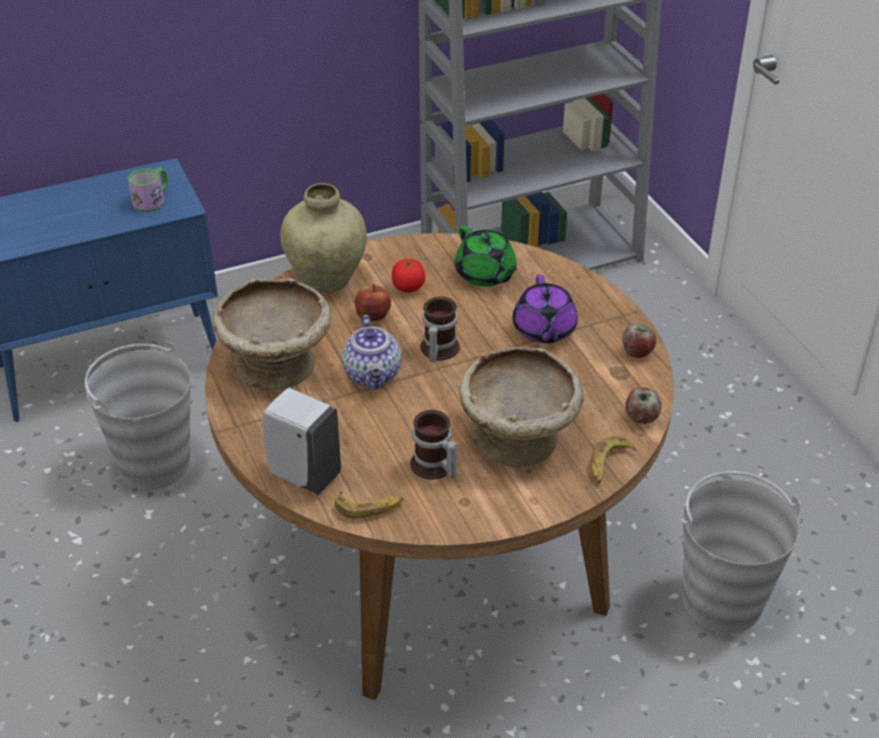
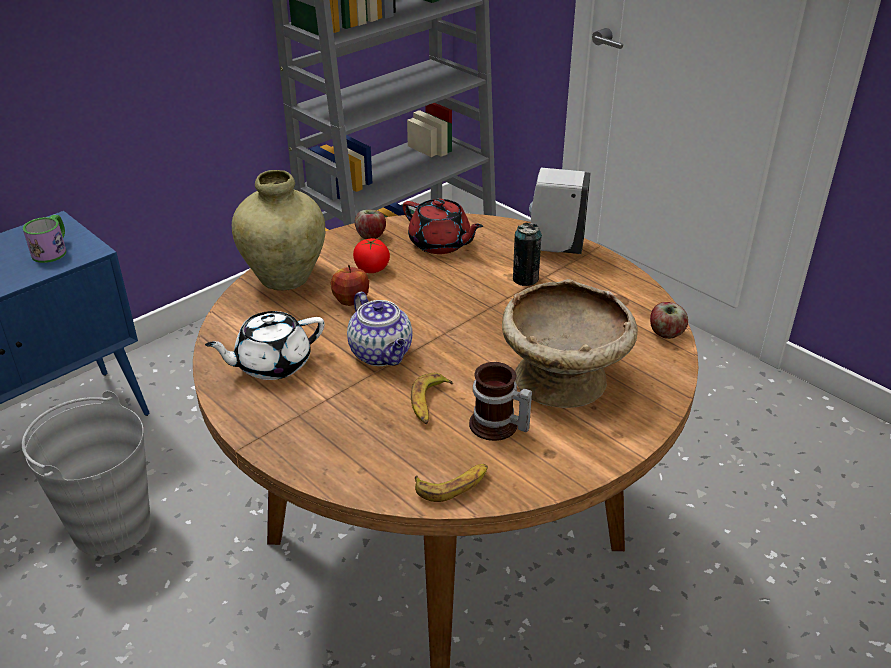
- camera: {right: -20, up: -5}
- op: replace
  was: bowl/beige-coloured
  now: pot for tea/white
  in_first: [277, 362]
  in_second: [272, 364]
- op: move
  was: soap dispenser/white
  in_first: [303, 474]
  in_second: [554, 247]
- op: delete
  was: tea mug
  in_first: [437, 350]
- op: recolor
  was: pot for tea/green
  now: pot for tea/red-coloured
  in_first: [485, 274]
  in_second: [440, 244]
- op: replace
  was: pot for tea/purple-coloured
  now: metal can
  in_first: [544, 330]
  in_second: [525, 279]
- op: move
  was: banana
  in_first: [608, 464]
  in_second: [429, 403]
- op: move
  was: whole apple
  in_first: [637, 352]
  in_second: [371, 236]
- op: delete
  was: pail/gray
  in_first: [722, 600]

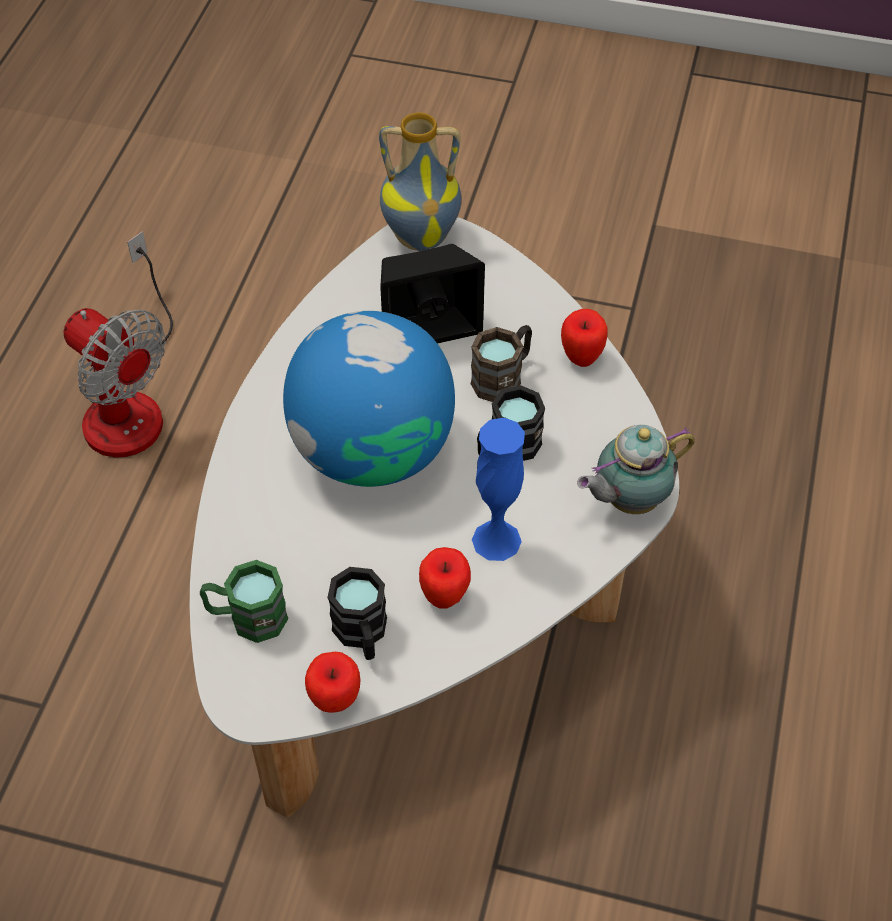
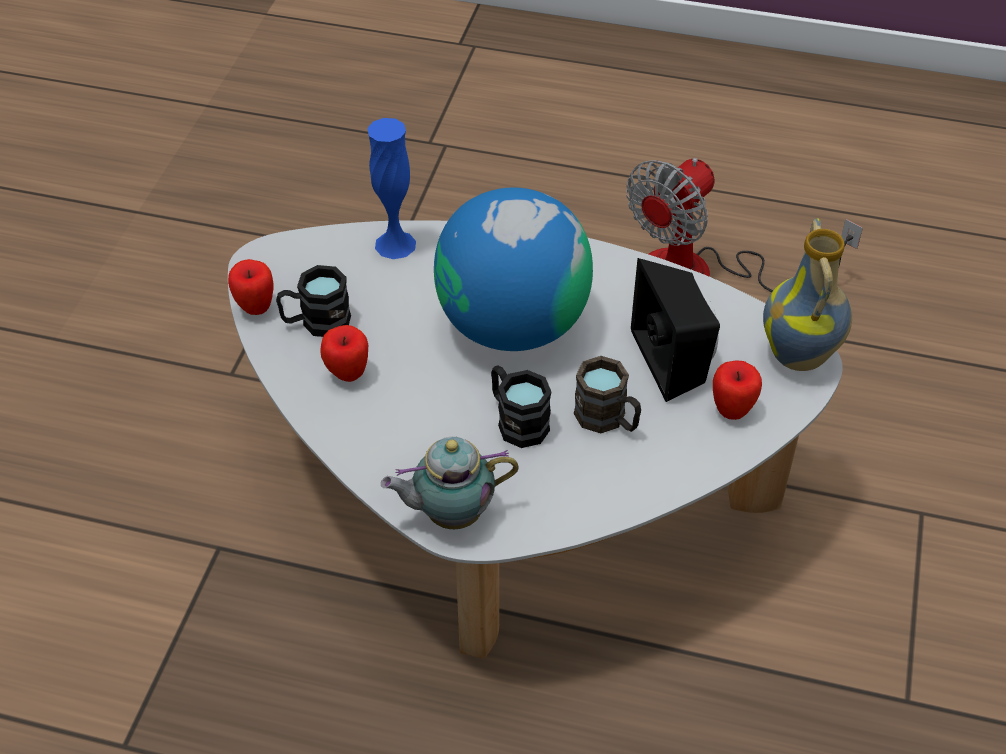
- camera: {right: 90, up: -5}
- op: delete
  was: tea mug/green
  in_first: [247, 617]
- op: move
  was: flower vase/blue
  in_first: [496, 540]
  in_second: [395, 244]
- op: move
  was: whole apple
  in_first: [581, 358]
  in_second: [732, 410]
- op: rotate
  was: pot for tea
  in_first: [628, 500]
  in_second: [450, 514]
  clockwise: -75

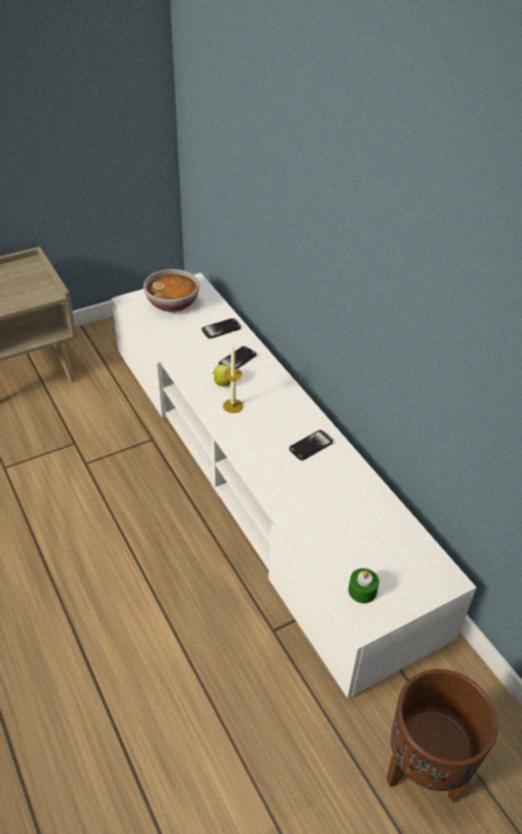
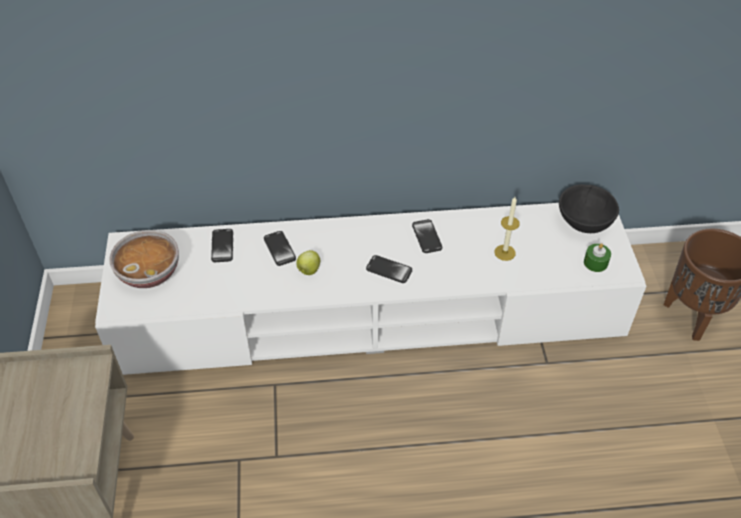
- camera: {right: -65, up: 5}
- op: move
  was: candle
  in_first: [233, 406]
  in_second: [504, 252]
- op: insert
  now: handset
  in_second: [389, 270]
- op: insert
  now: bowl/black-coloured
  in_second: [583, 223]

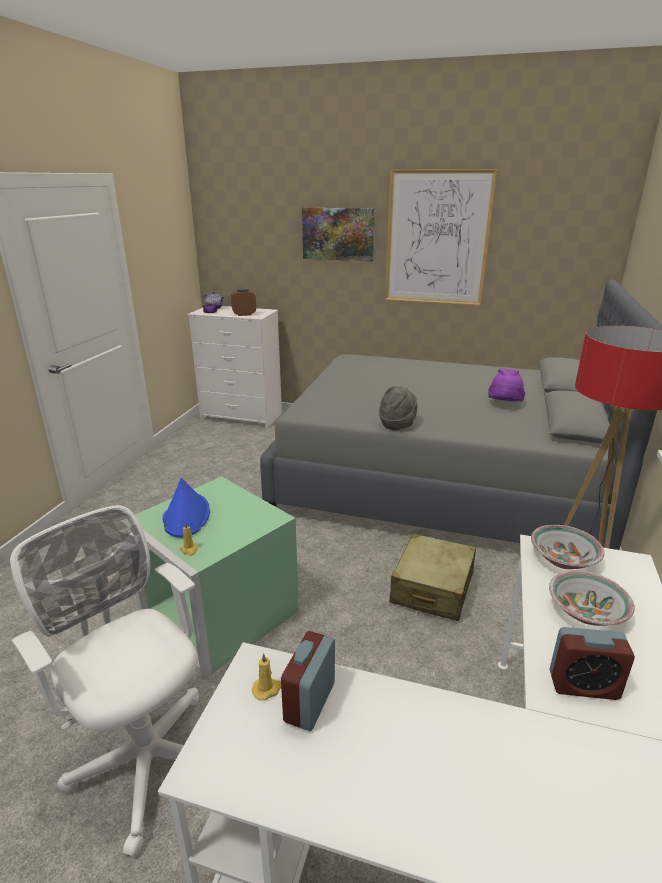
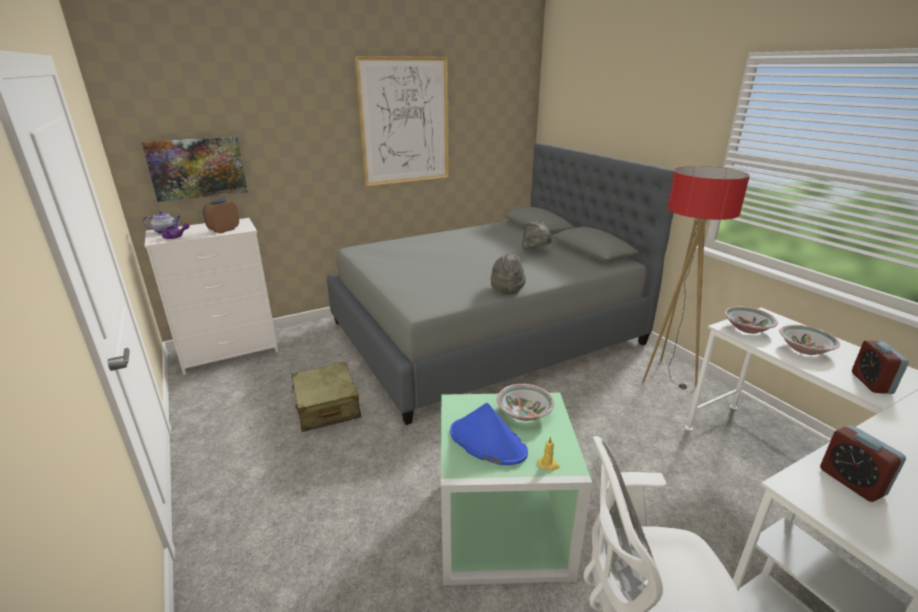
- camera: {right: -45, up: 0}
- op: delete
  was: candle/yellow-coloured
  in_first: [267, 689]
- op: move
  was: wall picture
  in_first: [338, 234]
  in_second: [197, 168]
- op: move
  was: travel case/beige-coloured
  in_first: [432, 588]
  in_second: [327, 407]
- op: recolor
  was: clothing hat/purple-coloured
  now: clothing hat/gray
  in_first: [504, 405]
  in_second: [536, 251]
- op: rotate
  was: table clock
  in_first: [583, 685]
  in_second: [871, 383]
  clockwise: 135
- op: insert
  now: bowl
  in_second: [525, 413]

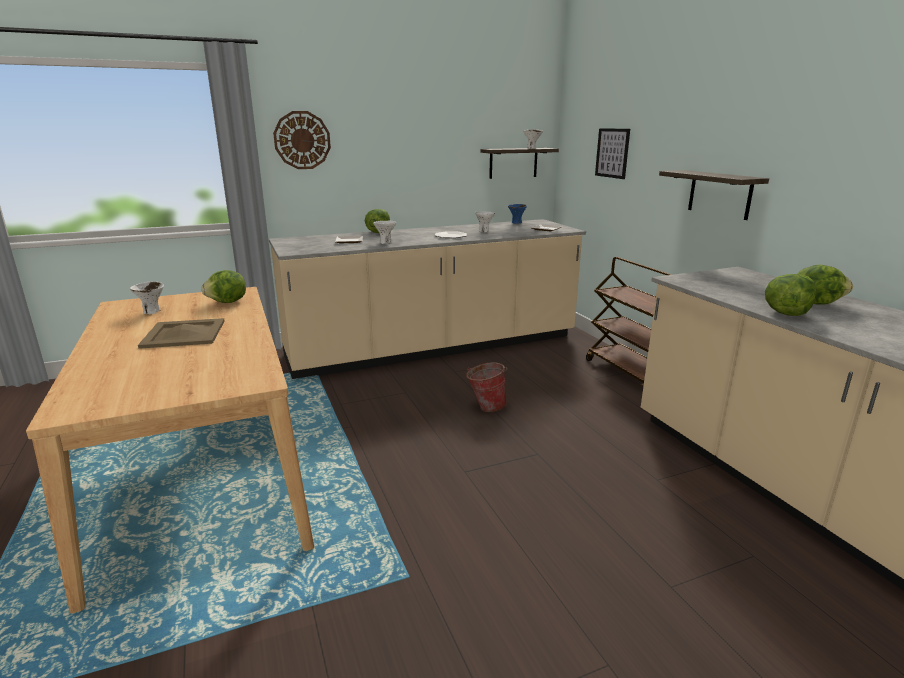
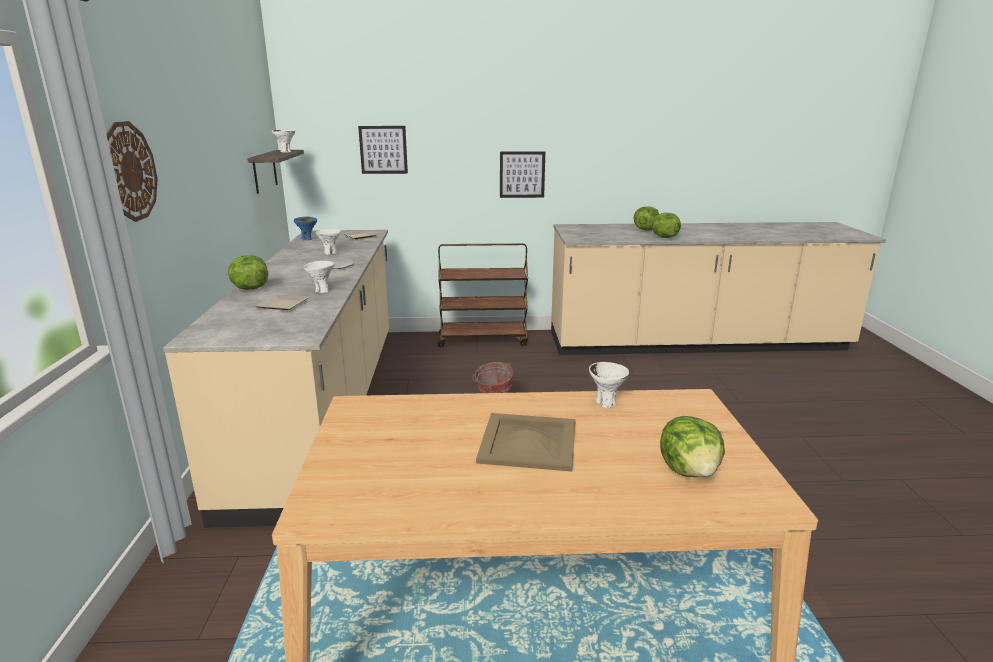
- camera: {right: -70, up: 0}
- op: move
  was: bowl/white
  in_first: [152, 312]
  in_second: [606, 403]
- op: move
  was: lettuce head
  in_first: [228, 302]
  in_second: [690, 471]
- op: replace
  was: shelf
  now: wall picture
  in_first: [719, 194]
  in_second: [522, 174]

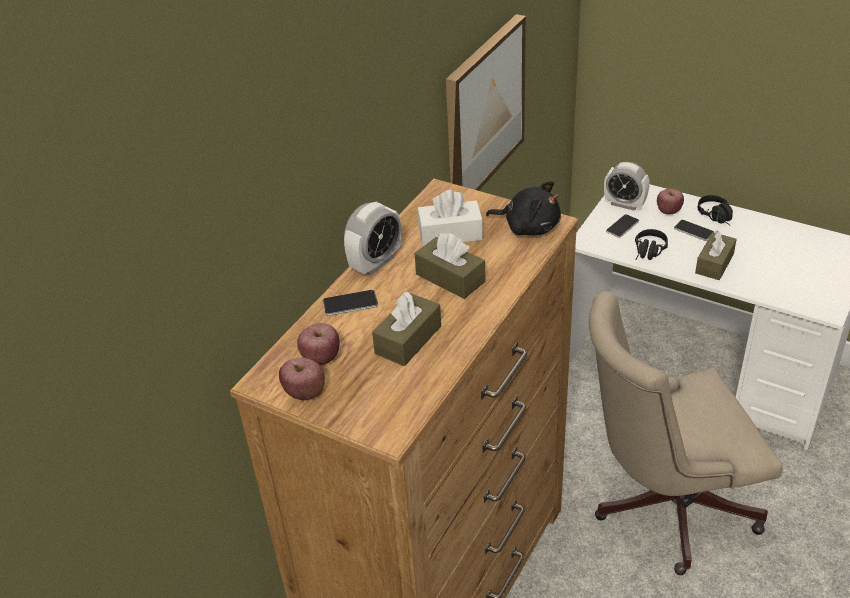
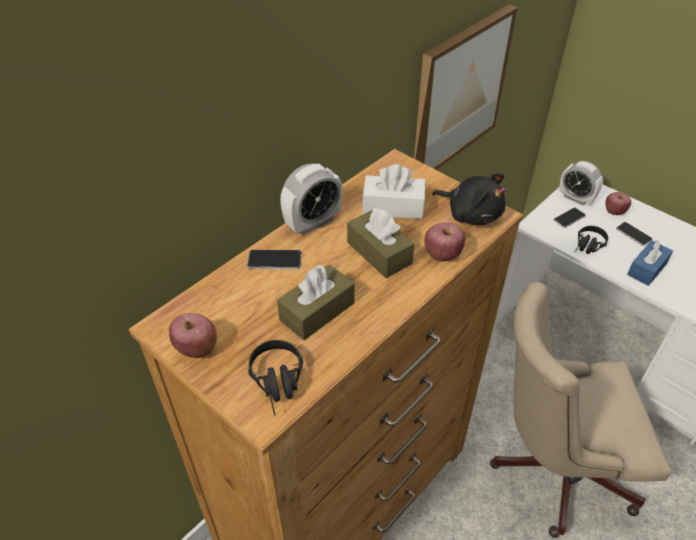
- camera: {right: 10, up: 5}
- op: move
  was: whole apple
  in_first: [321, 358]
  in_second: [442, 254]
- op: recolor
  was: box of tissues/brownish
  now: box of tissues/blue
  in_first: [714, 264]
  in_second: [646, 269]
- op: move
  was: pair of headphones/black-coloured
  in_first: [717, 217]
  in_second: [279, 385]

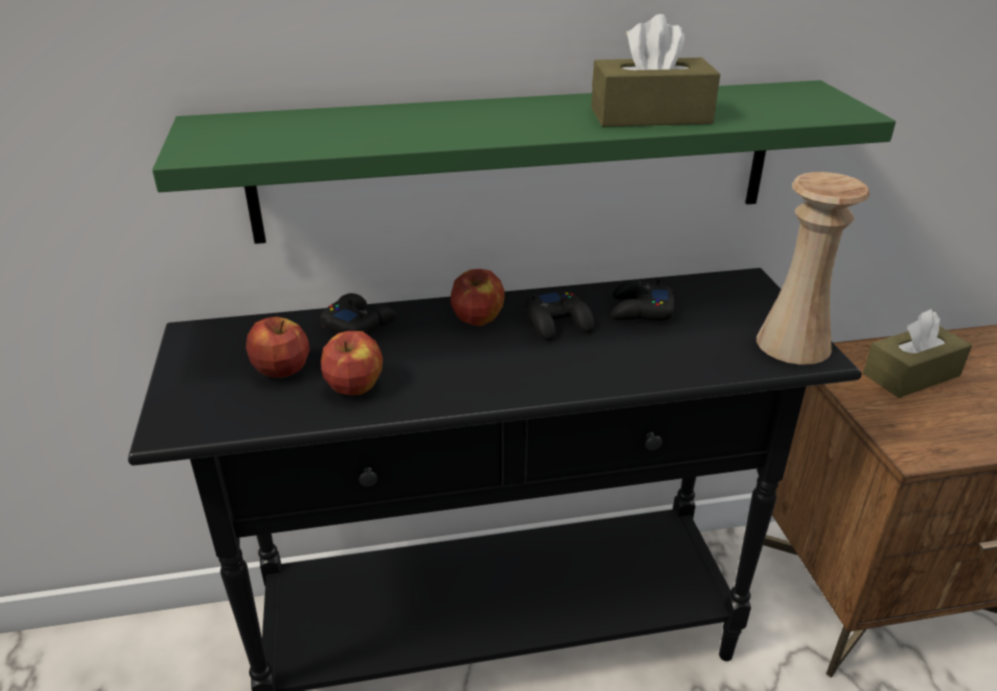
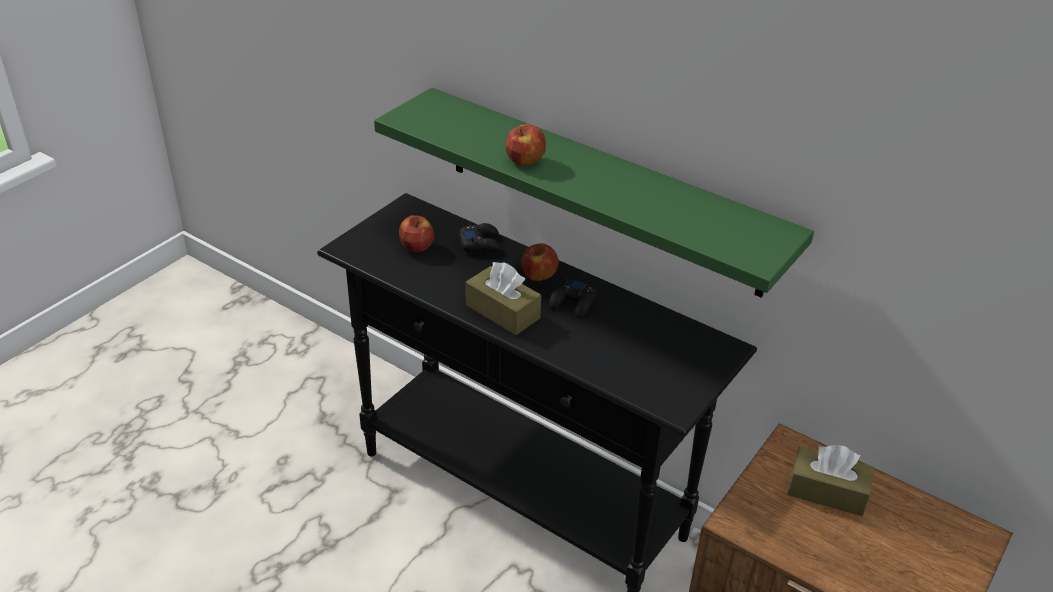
- camera: {right: 45, up: 5}
- op: move
  was: whole apple
  in_first: [356, 386]
  in_second: [525, 161]
- op: move
  was: box of tissues/brownish
  in_first: [650, 116]
  in_second: [502, 311]
- op: delete
  was: game controller/black-coloured
  in_first: [640, 310]
- op: delete
  was: flower vase/beige-coloured
  in_first: [793, 344]

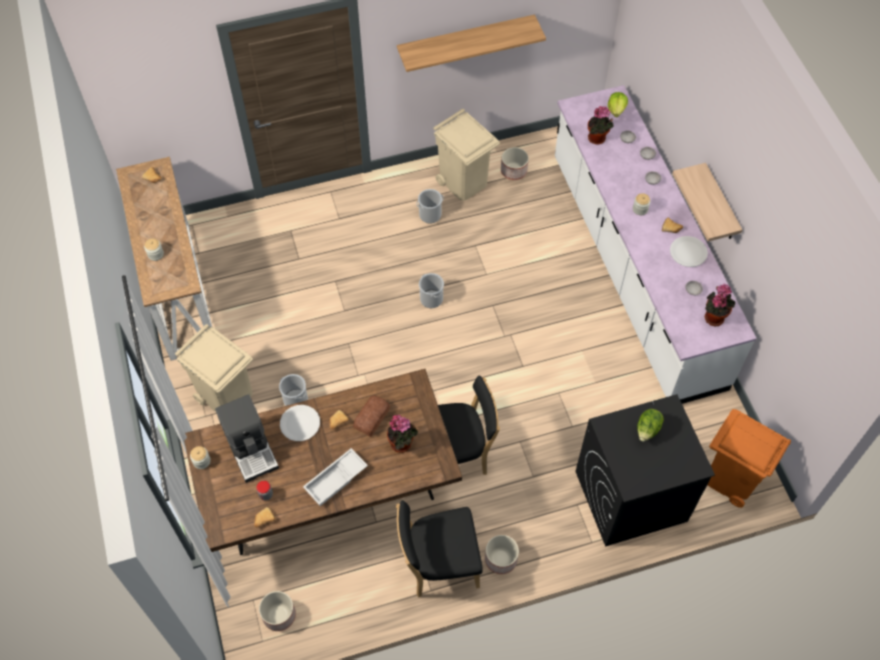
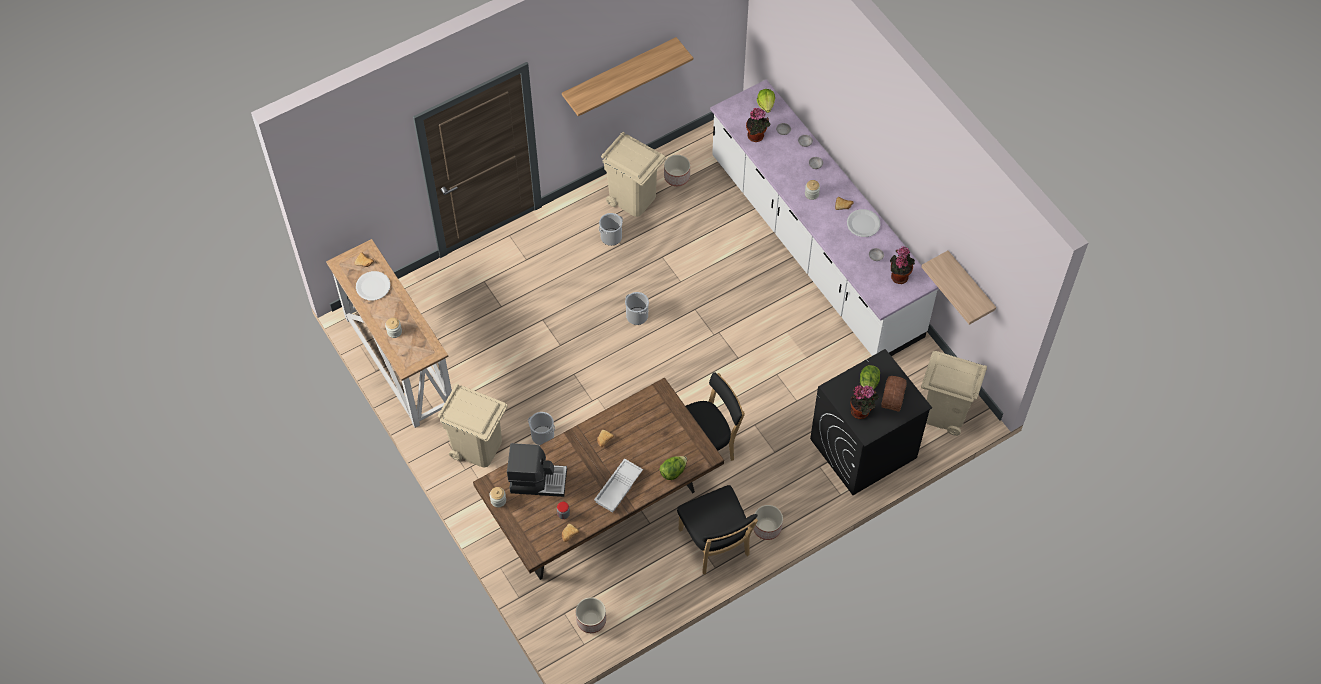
- camera: {right: -15, up: 0}
- op: rotate
  was: coffee machine
  in_first: [252, 449]
  in_second: [538, 480]
  clockwise: -45
- op: move
  was: flat dish/white
  in_first: [300, 423]
  in_second: [373, 286]
- op: move
  was: bread
  in_first: [372, 418]
  in_second: [894, 395]
- op: move
  was: houseplant
  in_first: [402, 444]
  in_second: [861, 411]
- op: rotate
  was: upright chair/black-coloured
  in_first: [439, 565]
  in_second: [715, 545]
  clockwise: -90
- op: move
  was: shelf
  in_first: [720, 205]
  in_second: [970, 286]
- op: recolor
  was: waste bin/orange-coloured
  now: waste bin/beige-coloured
  in_first: [731, 478]
  in_second: [944, 413]
- op: insert
  now: lettuce head
  in_second: [673, 471]

